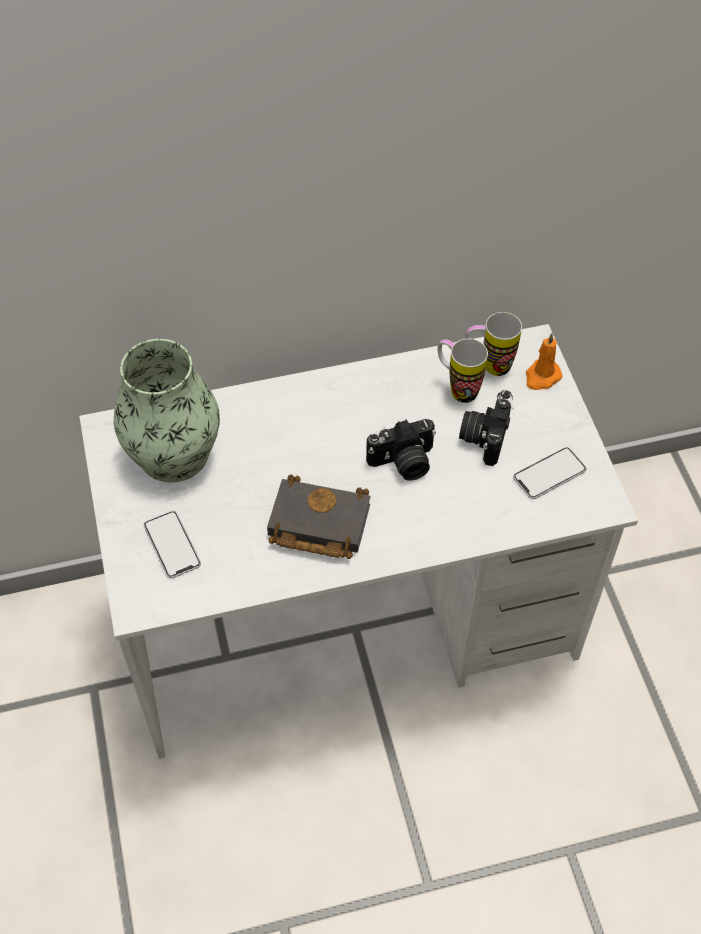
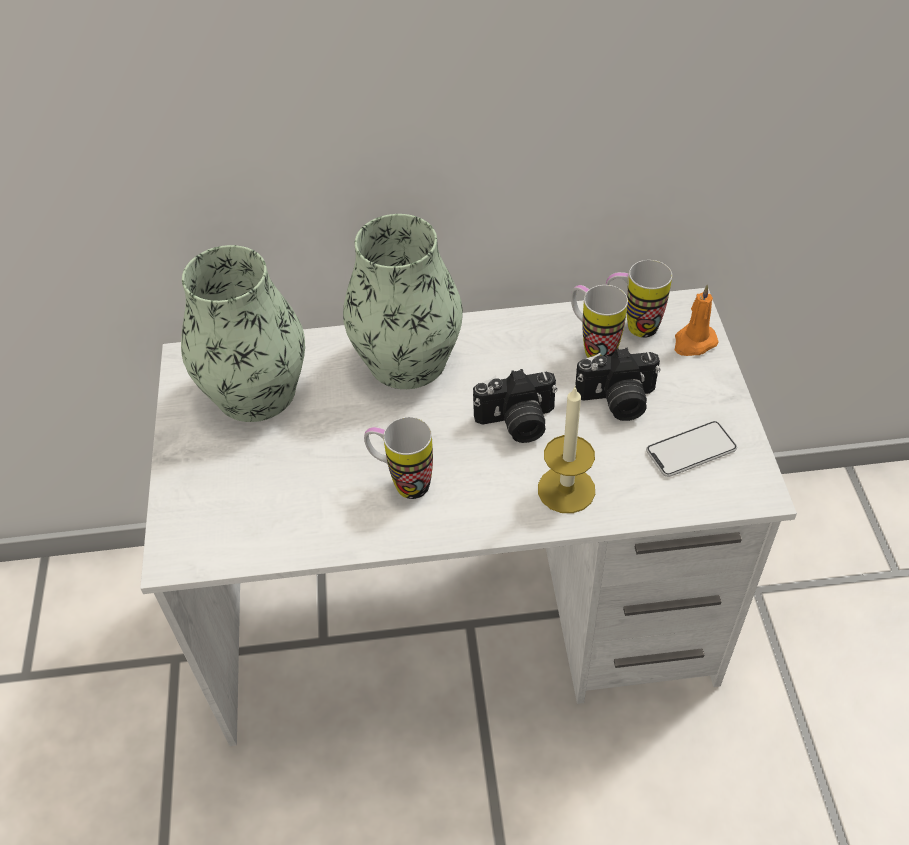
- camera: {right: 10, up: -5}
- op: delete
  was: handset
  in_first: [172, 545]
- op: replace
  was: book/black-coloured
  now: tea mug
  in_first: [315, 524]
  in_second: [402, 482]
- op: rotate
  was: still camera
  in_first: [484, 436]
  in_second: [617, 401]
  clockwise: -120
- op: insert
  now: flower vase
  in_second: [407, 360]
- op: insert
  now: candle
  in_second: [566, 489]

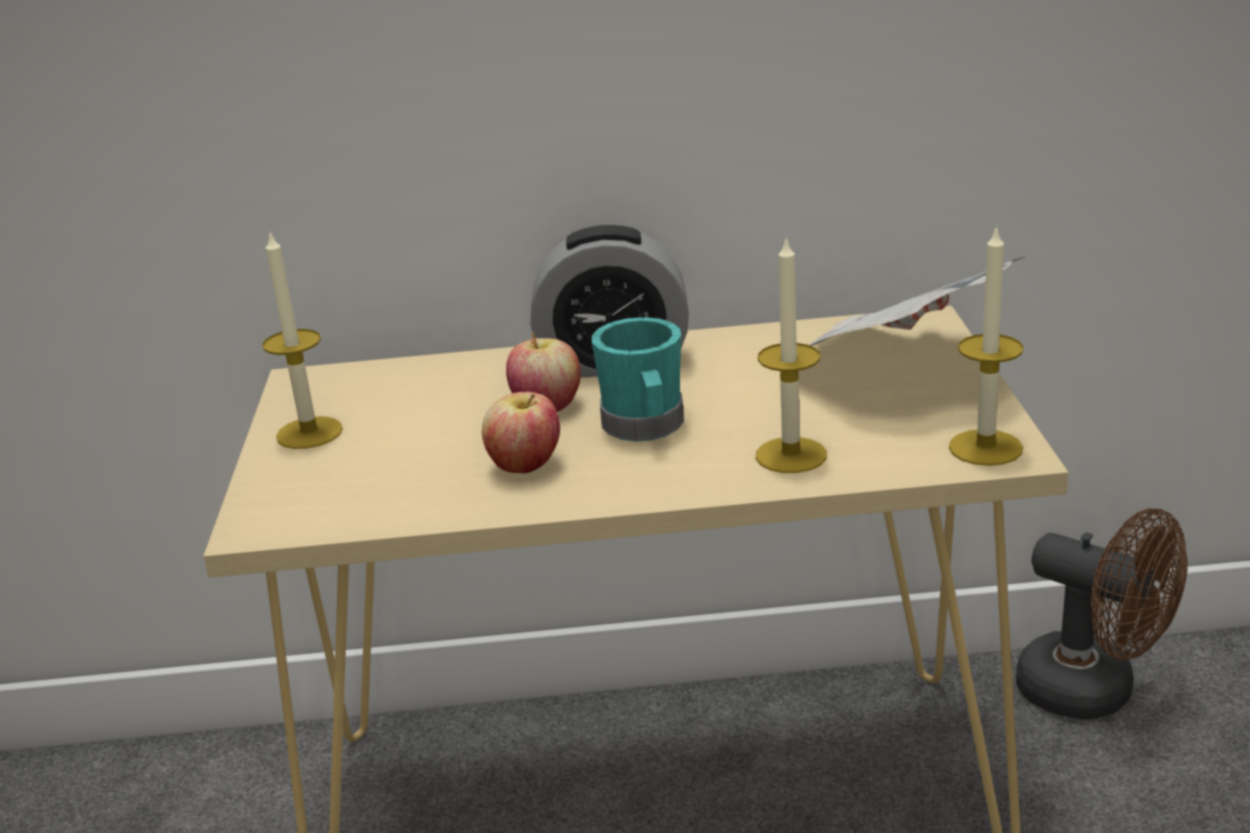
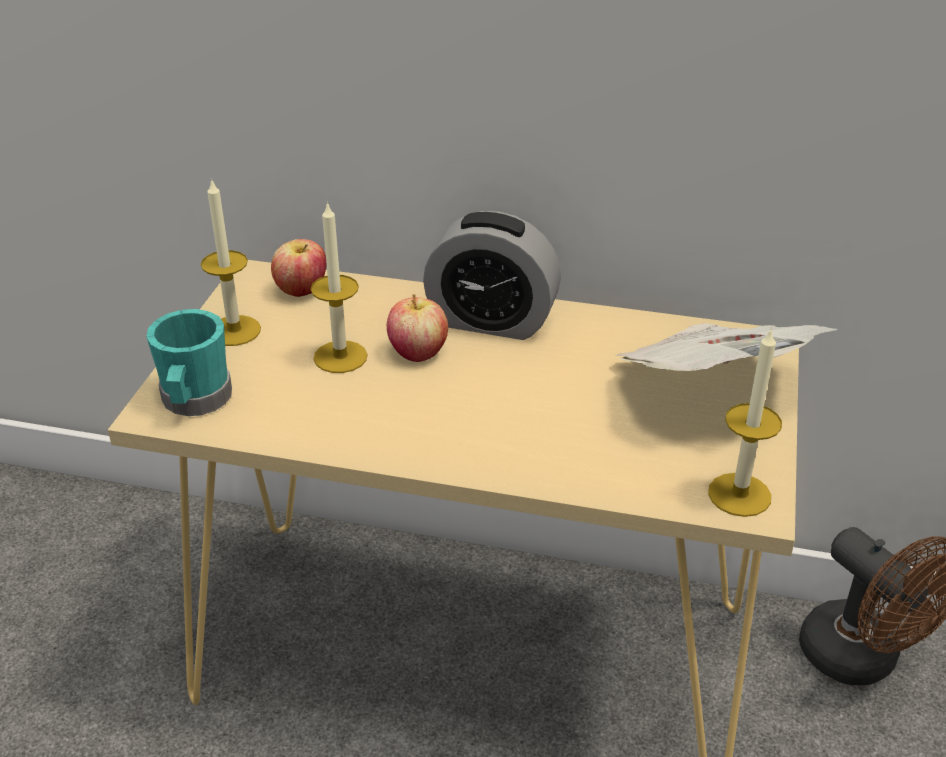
- camera: {right: 15, up: 10}
- op: move
  was: whole apple
  in_first: [525, 466]
  in_second: [301, 291]
- op: move
  was: tea mug/turquoise-coloured
  in_first: [645, 427]
  in_second: [195, 401]
- op: move
  was: candle
  in_first: [791, 455]
  in_second: [340, 357]

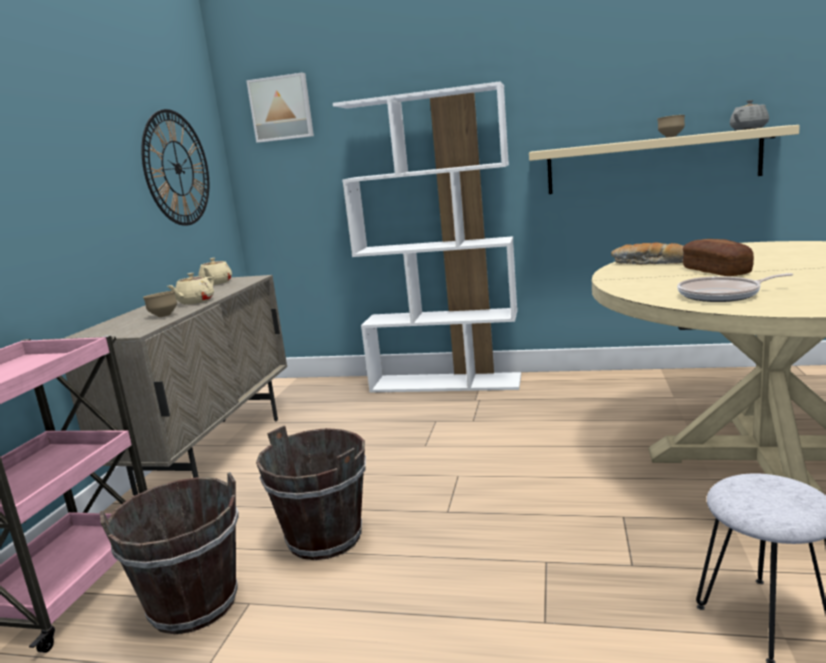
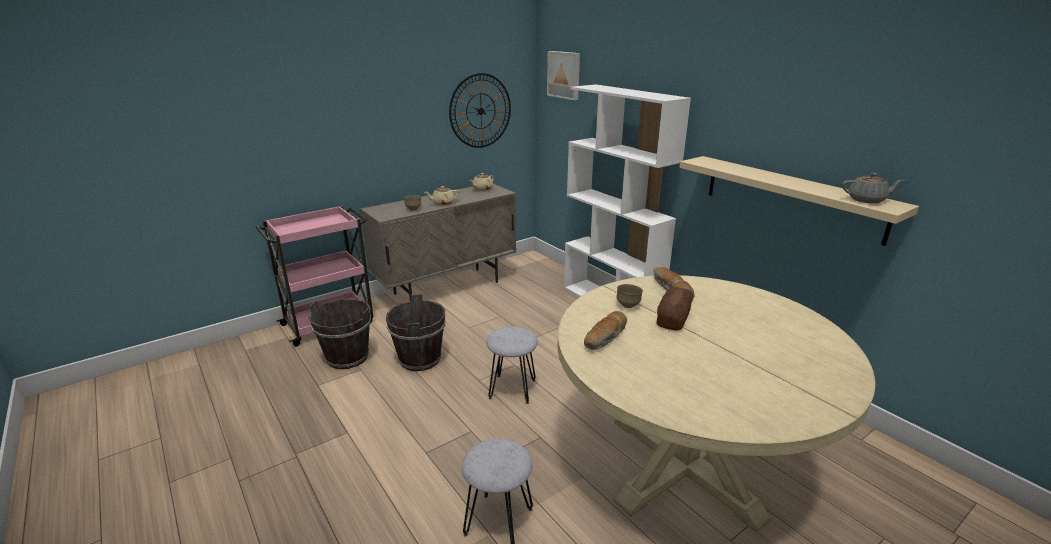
- camera: {right: 40, up: 10}
- op: move
  was: bowl/brownish
  in_first: [670, 137]
  in_second: [628, 306]
- op: replace
  was: pan
  now: bread
  in_first: [723, 295]
  in_second: [606, 337]
- op: insert
  now: stool/gray
  in_second: [512, 388]

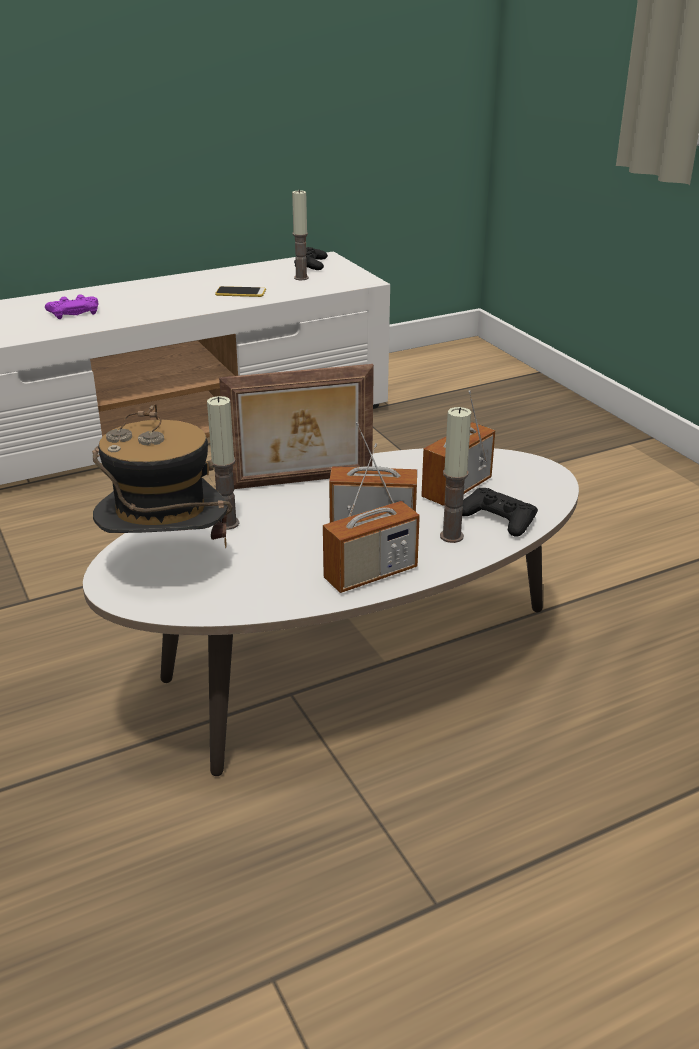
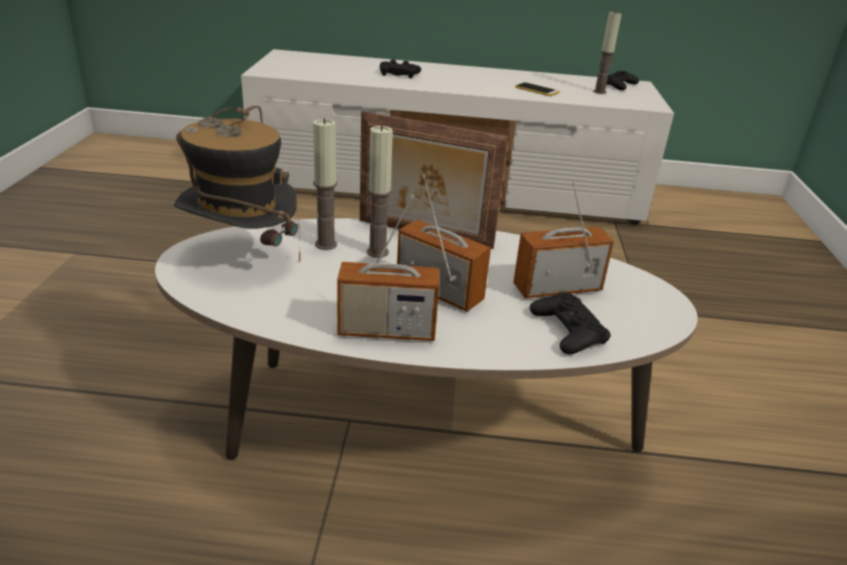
- camera: {right: 30, up: 0}
- op: recolor
  was: game controller/purple-coloured
  now: game controller/black-coloured
  in_first: [74, 312]
  in_second: [399, 74]
- op: move
  was: candle
  in_first: [451, 536]
  in_second: [377, 252]

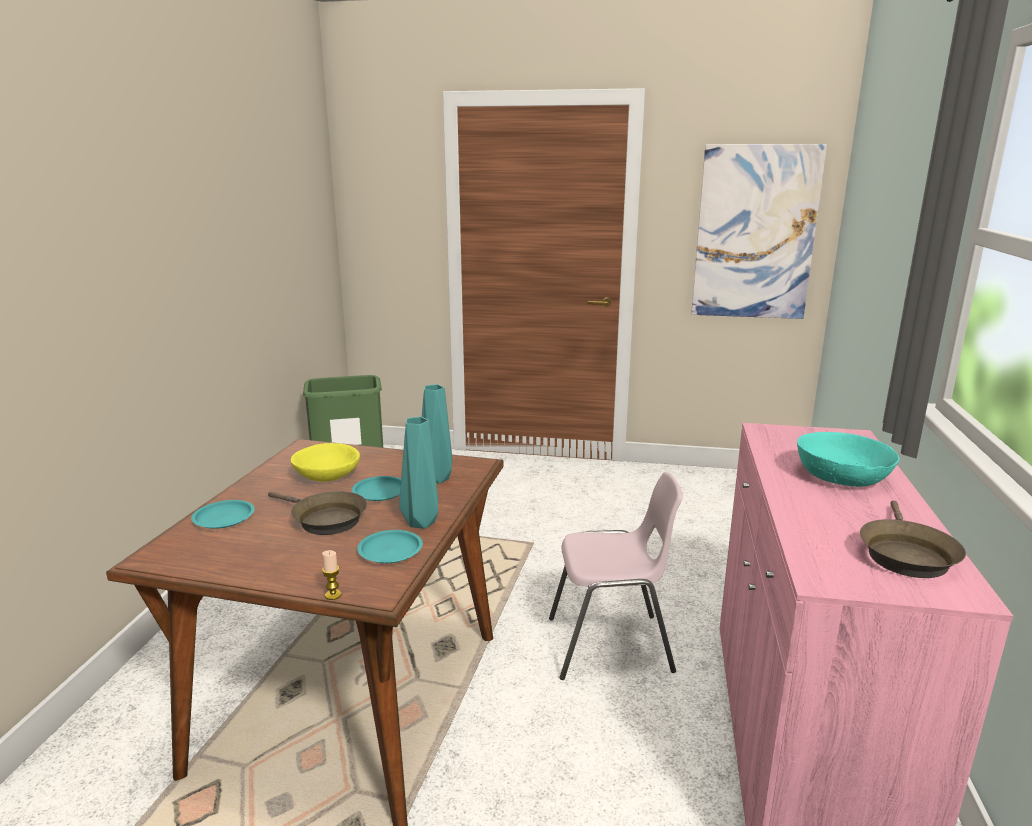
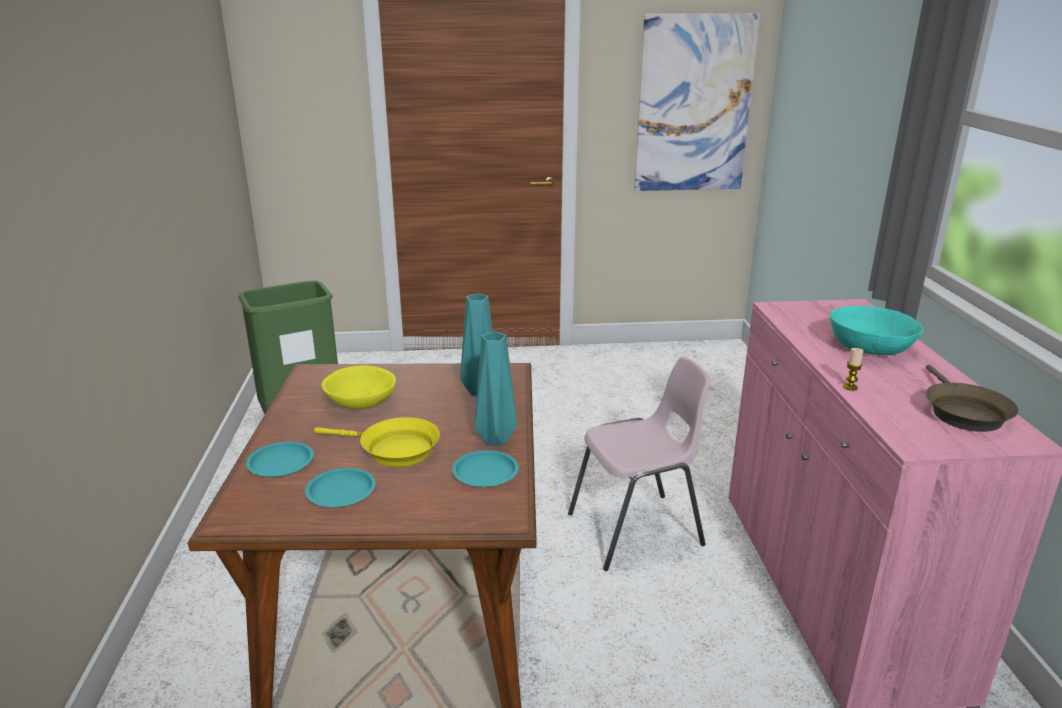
- camera: {right: -15, up: 5}
- op: recolor
  was: pan/brownish
  now: pan/yellow-coloured
  in_first: [325, 520]
  in_second: [393, 450]
- op: move
  was: candle
  in_first: [333, 595]
  in_second: [850, 387]
- op: move
  was: flat dish/turquoise-coloured
  in_first: [380, 492]
  in_second: [340, 492]

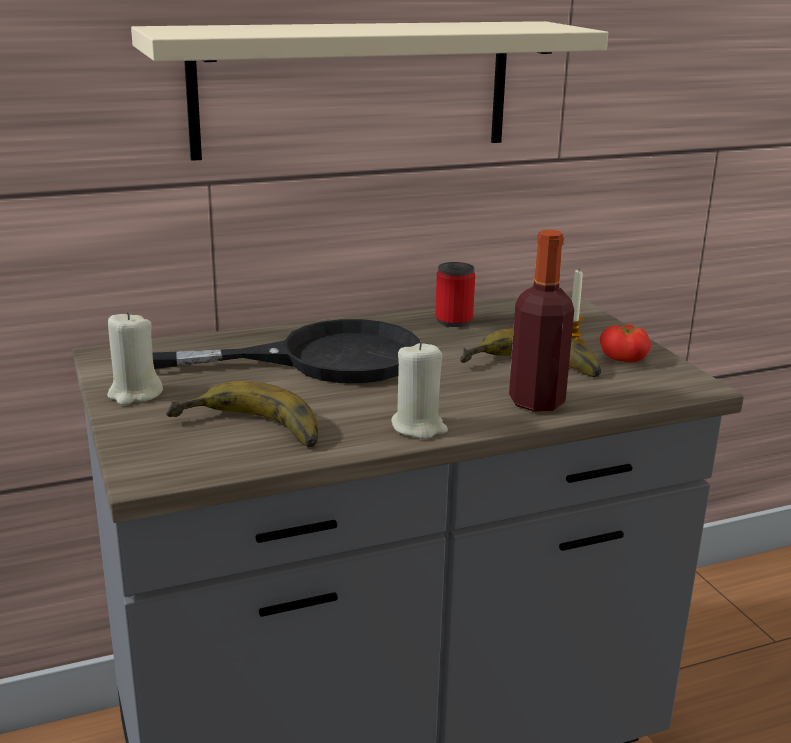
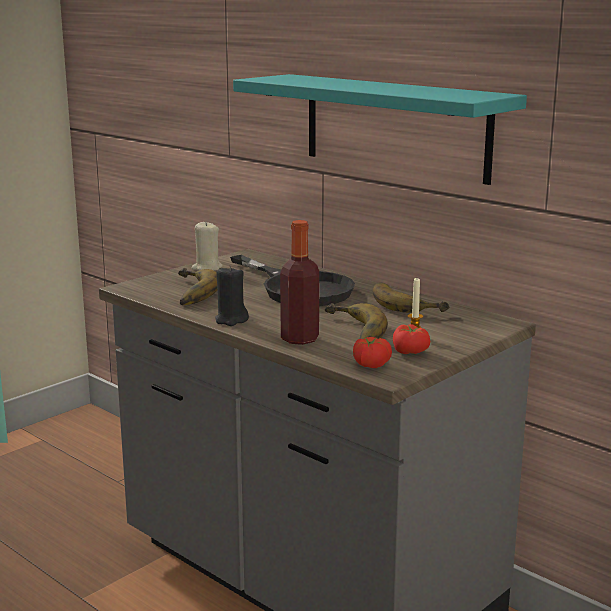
- camera: {right: 65, up: -5}
- op: recolor
  was: shelf/beige-coloured
  now: shelf/turquoise-coloured
  in_first: [353, 88]
  in_second: [395, 126]
- op: recolor
  was: candle/beige-coloured
  now: candle/black-coloured
  in_first: [418, 427]
  in_second: [231, 320]
- op: replace
  was: metal can
  now: banana
  in_first: [453, 321]
  in_second: [408, 304]
- op: insert
  now: fresh tomato
  in_second: [370, 364]

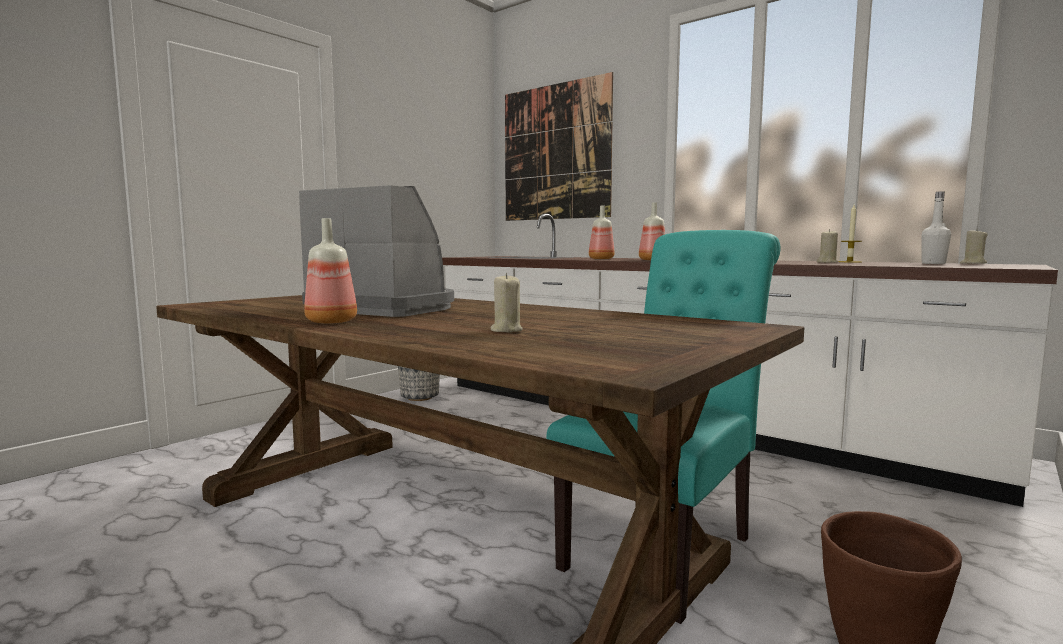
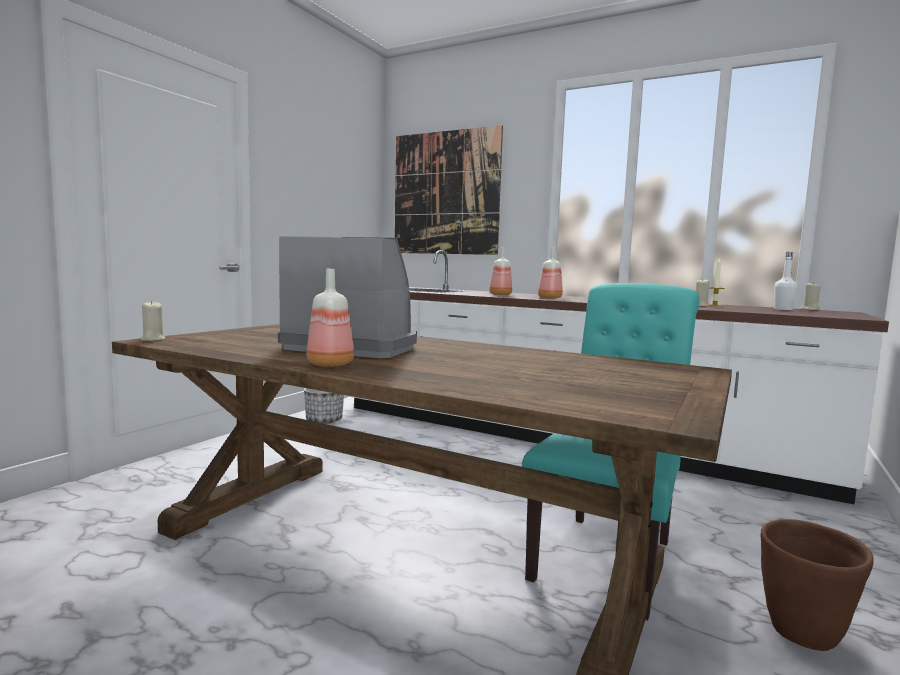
- camera: {right: -10, up: 0}
- op: move
  was: candle/beige-coloured
  in_first: [506, 330]
  in_second: [152, 339]

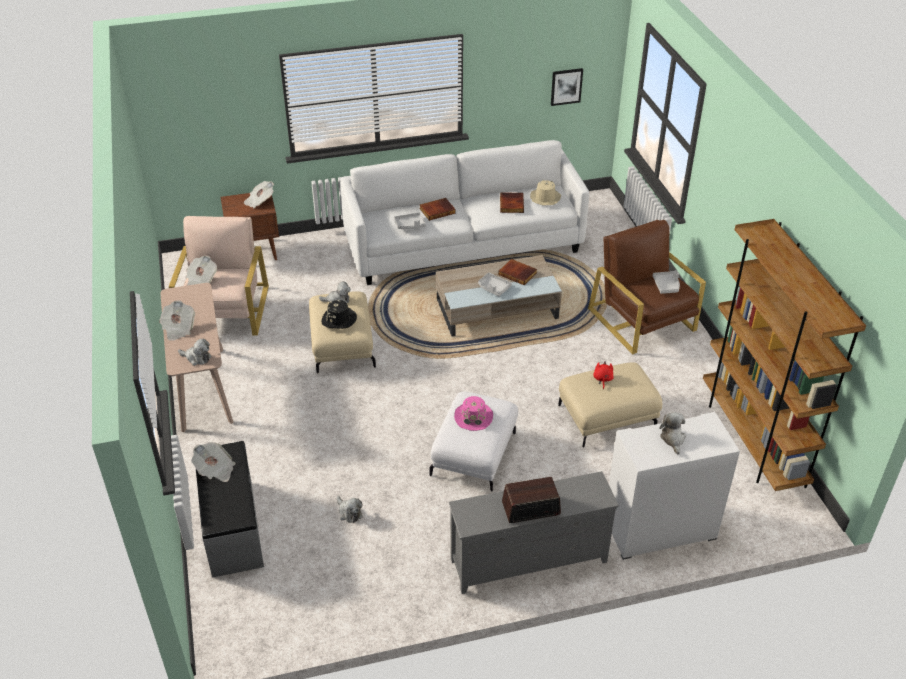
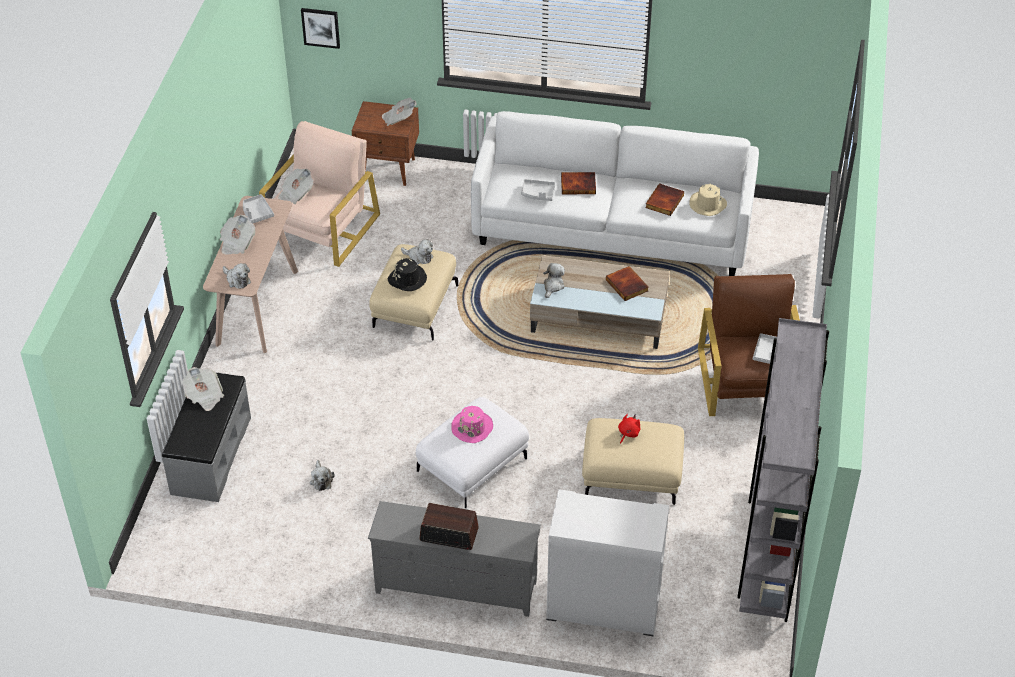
- camera: {right: 25, up: 5}
- op: move
  was: serving tray/gray
  in_first: [493, 288]
  in_second: [257, 213]
- op: move
  was: wall picture
  in_first: [566, 86]
  in_second: [320, 27]
- op: move
  was: cuddly toy
  in_first: [673, 439]
  in_second: [553, 286]
- op: recolor
  was: shelving unit/brownish
  now: shelving unit/gray
  in_first: [752, 439]
  in_second: [768, 552]

